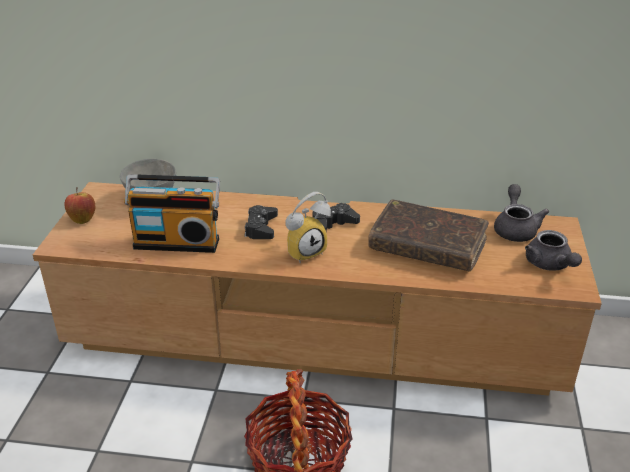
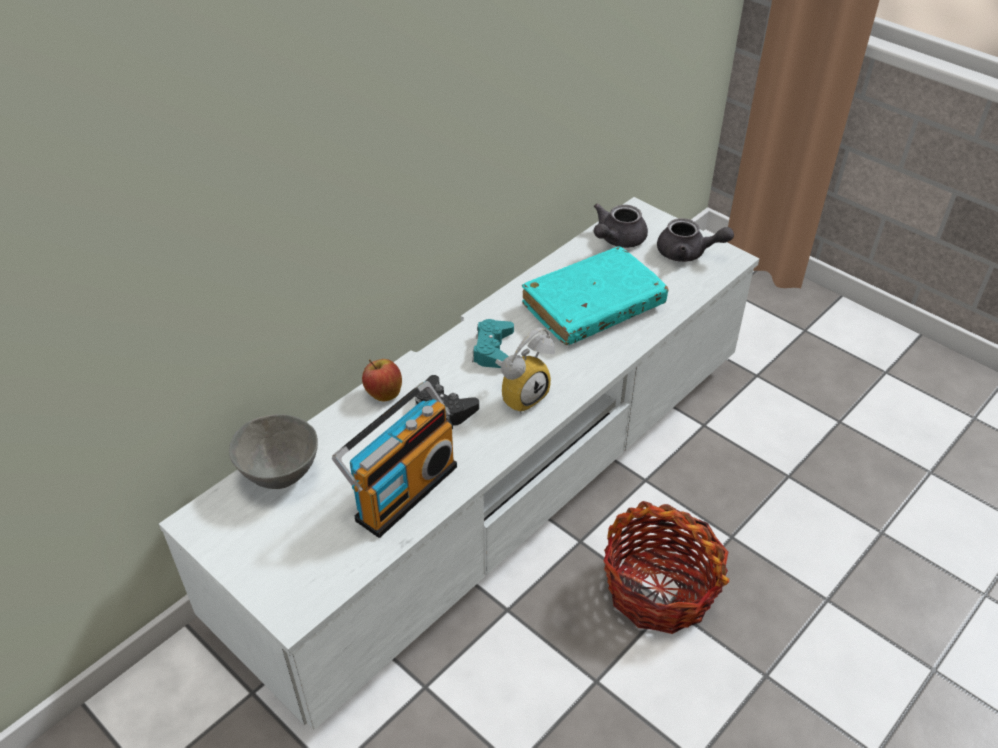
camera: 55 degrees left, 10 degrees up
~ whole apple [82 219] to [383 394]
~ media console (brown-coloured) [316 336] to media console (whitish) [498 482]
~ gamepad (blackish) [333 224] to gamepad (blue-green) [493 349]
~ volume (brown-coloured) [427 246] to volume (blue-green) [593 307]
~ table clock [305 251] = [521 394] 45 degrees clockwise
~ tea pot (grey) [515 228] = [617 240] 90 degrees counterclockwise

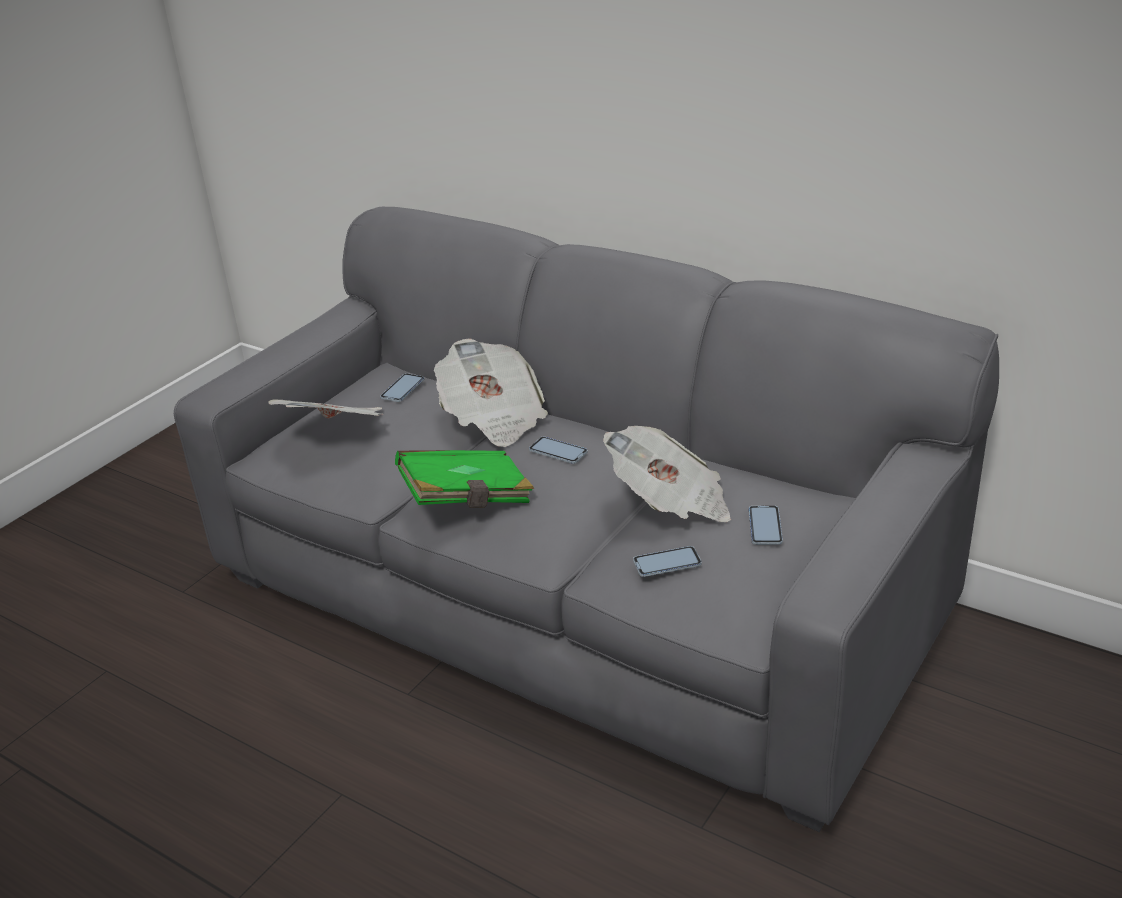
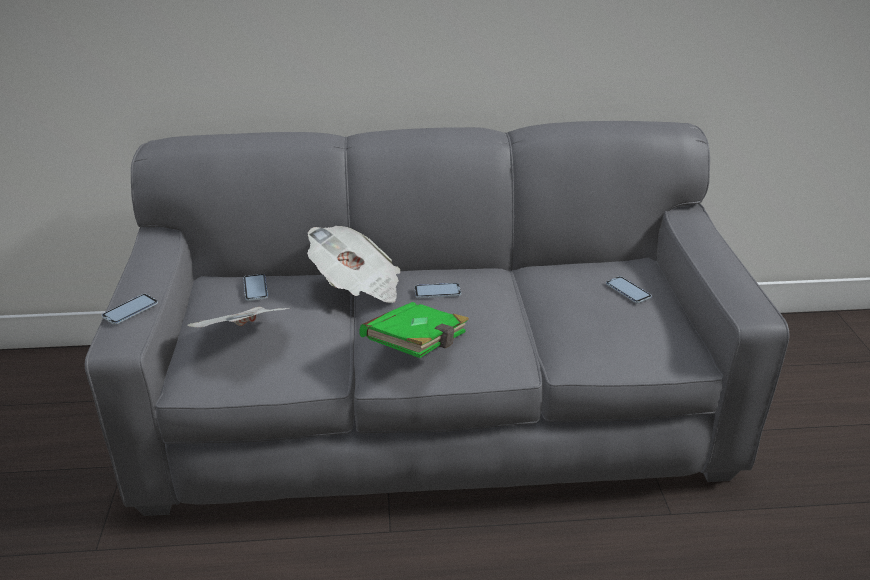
camera: 40 degrees left, 0 degrees up
- newspaper [670 503]
~ phone [667 563] to [130 310]

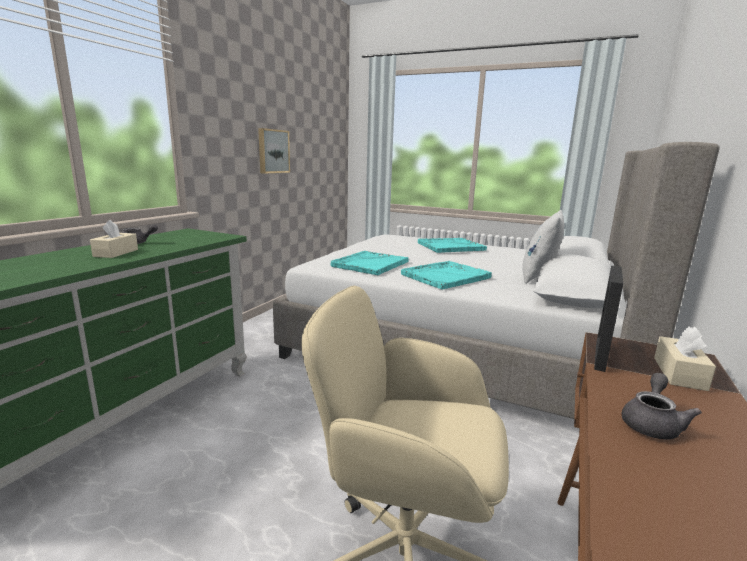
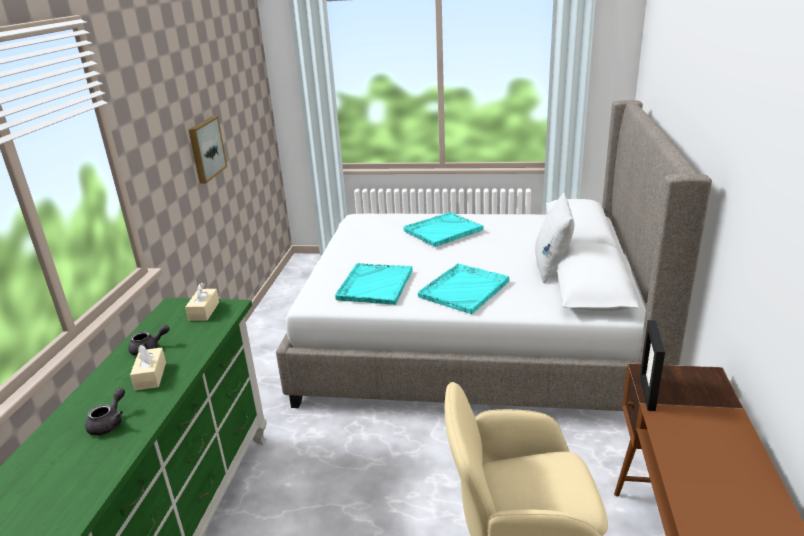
camera: 15 degrees left, 10 degrees up
~ tea pot (grey) [652 423] to [109 423]
~ tissue holder (beige-coloured) [679 373] to [204 311]

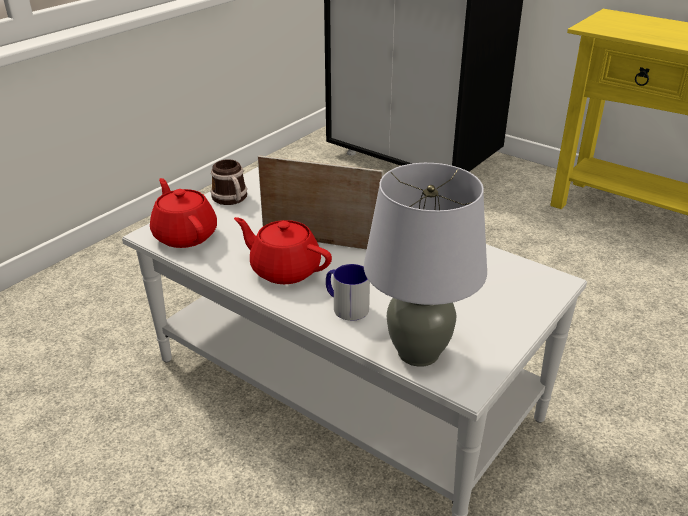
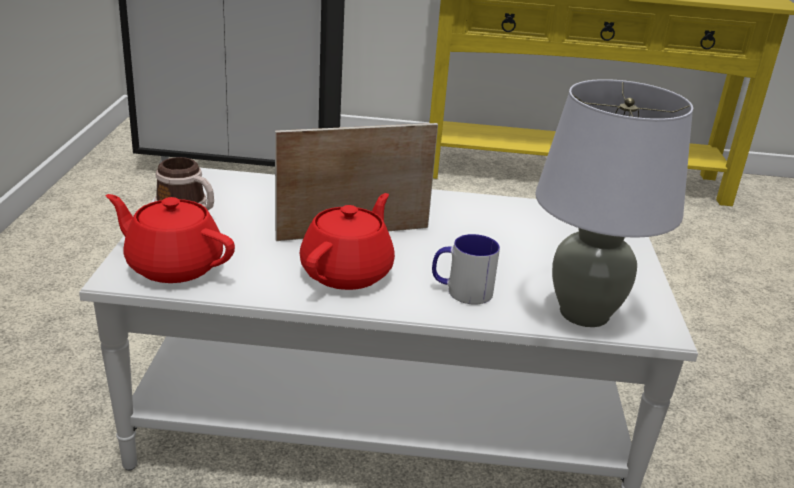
camera: 35 degrees left, 5 degrees down
~ tea pot (reddish) [284 269] = [348 272] 120 degrees clockwise

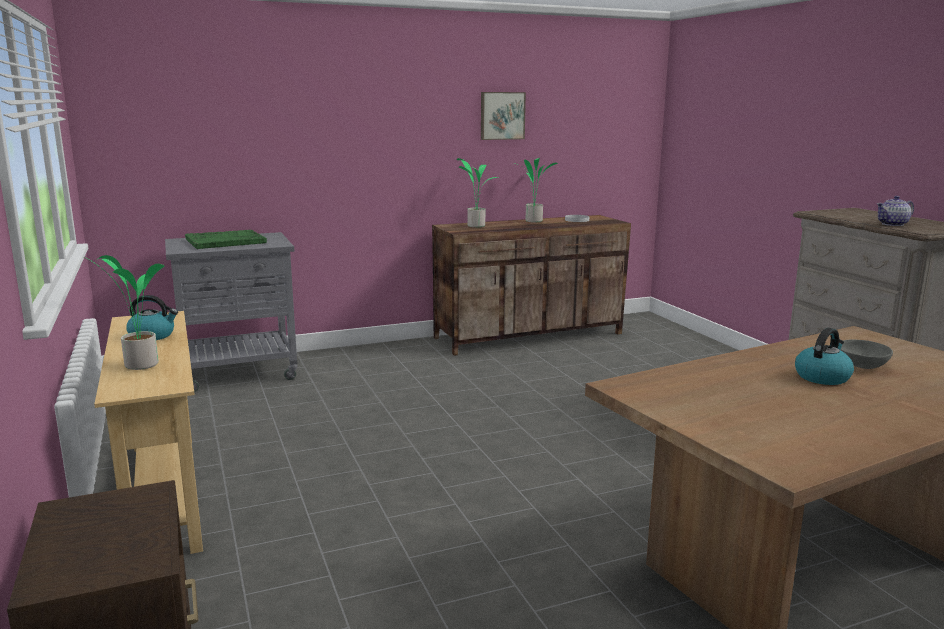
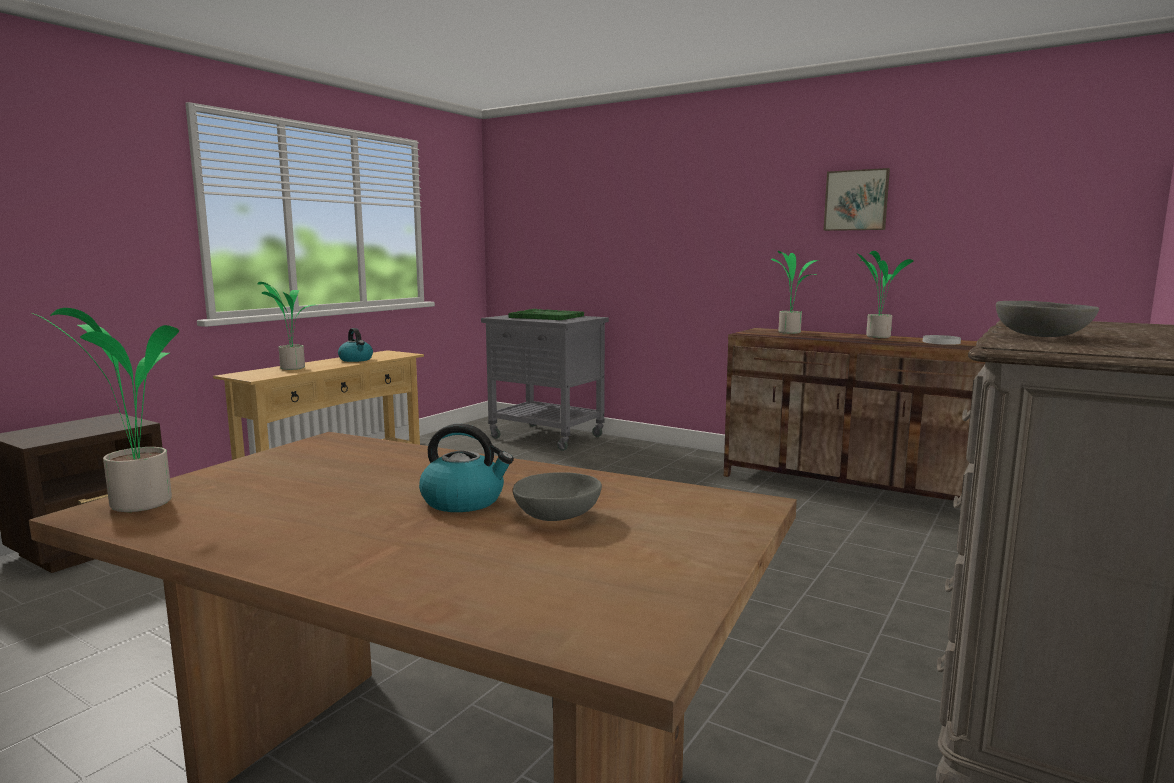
camera: 55 degrees right, 5 degrees down
+ potted plant [136 504]
~ tea pot [893 224] to serving bowl (grey) [1043 336]

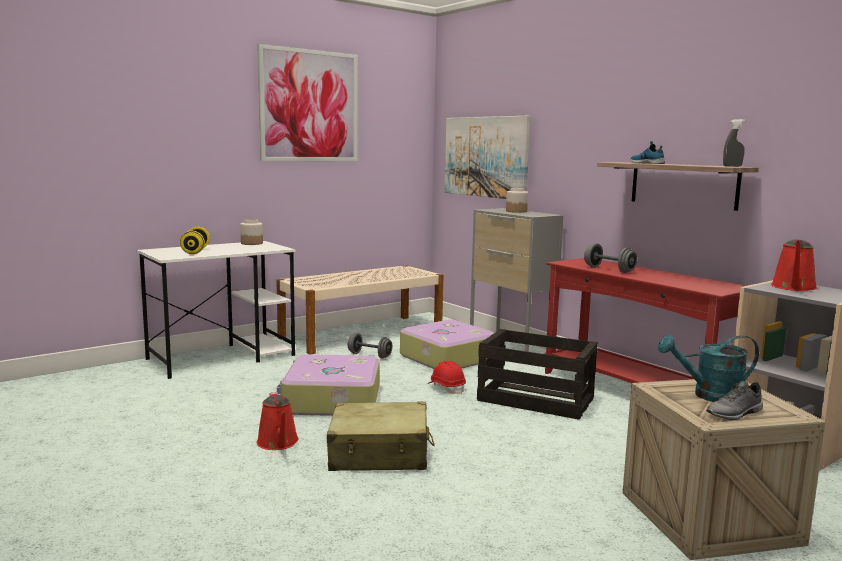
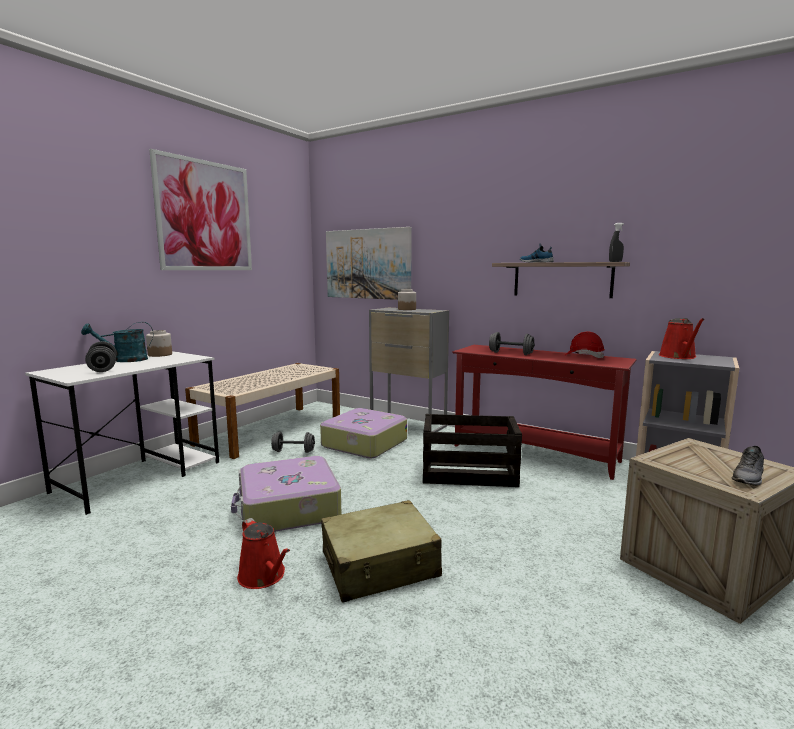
camera: 20 degrees left, 0 degrees up
~ hard hat (reddish) [446 388] to [584 356]
~ sprinkling can (blue-green) [709 396] to [125 360]
~ hand weight (yellow) [195 251] to hand weight (grey) [103 368]

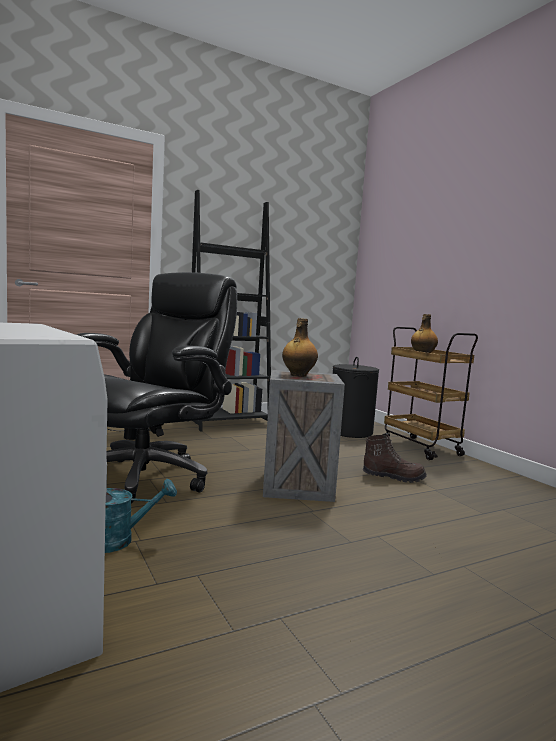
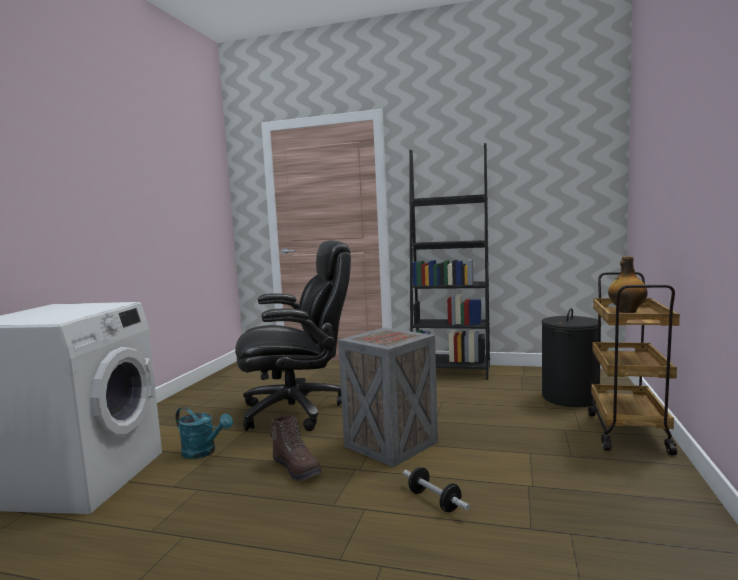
camera: 45 degrees right, 0 degrees up
- drink bottle [298 375]
+ hand weight [434 501]
~ high-top boot (brown-coloured) [393 477] to [297 469]

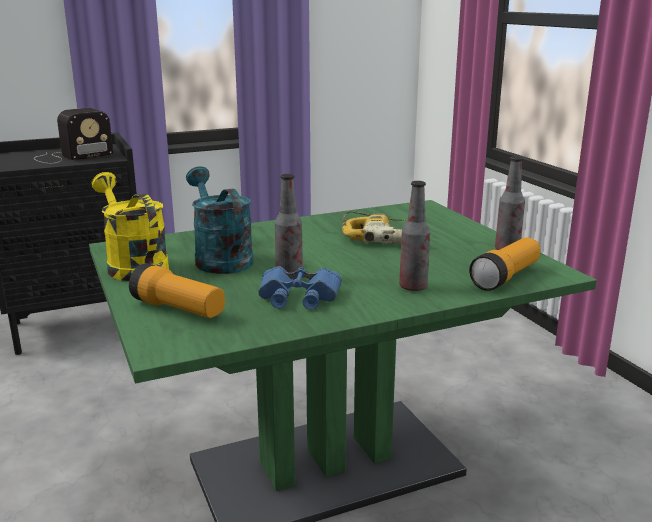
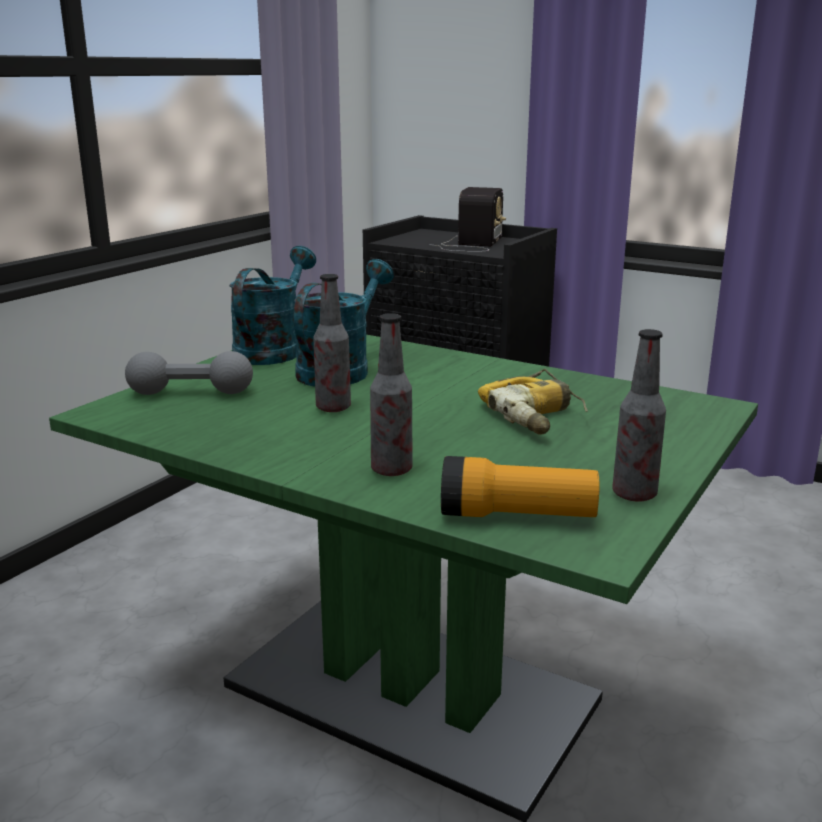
camera: 55 degrees right, 0 degrees up
- field glasses (blue-coloured) [299 296]
~ hand torch [178 309] to hand weight (grey) [191 393]
~ sprinkling can (yellow) [133 265] to sprinkling can (blue-green) [273 350]
~ radio [70 156] = [471 244] 90 degrees counterclockwise

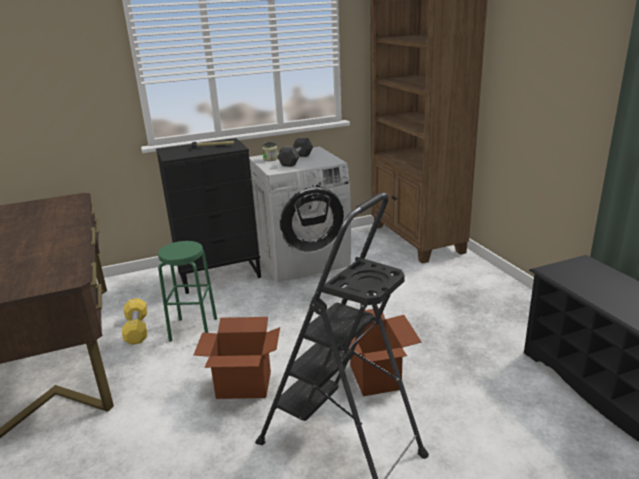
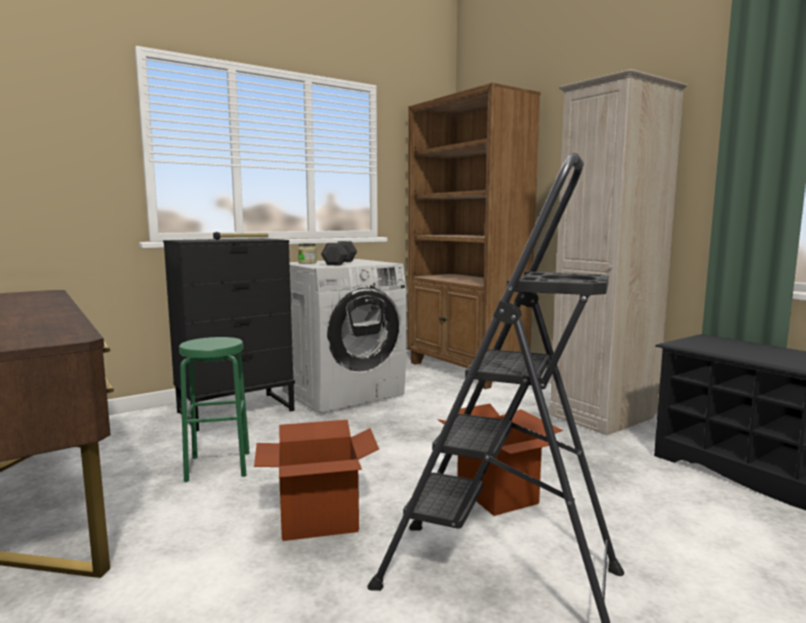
camera: 15 degrees left, 15 degrees down
- hand weight (yellow) [137 329]
+ cupboard (beige-coloured) [602 416]

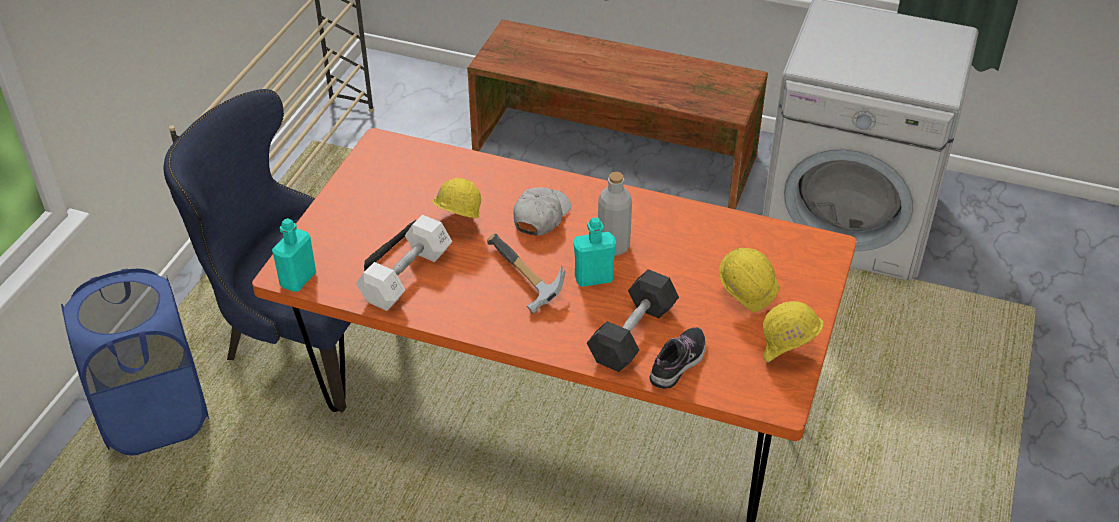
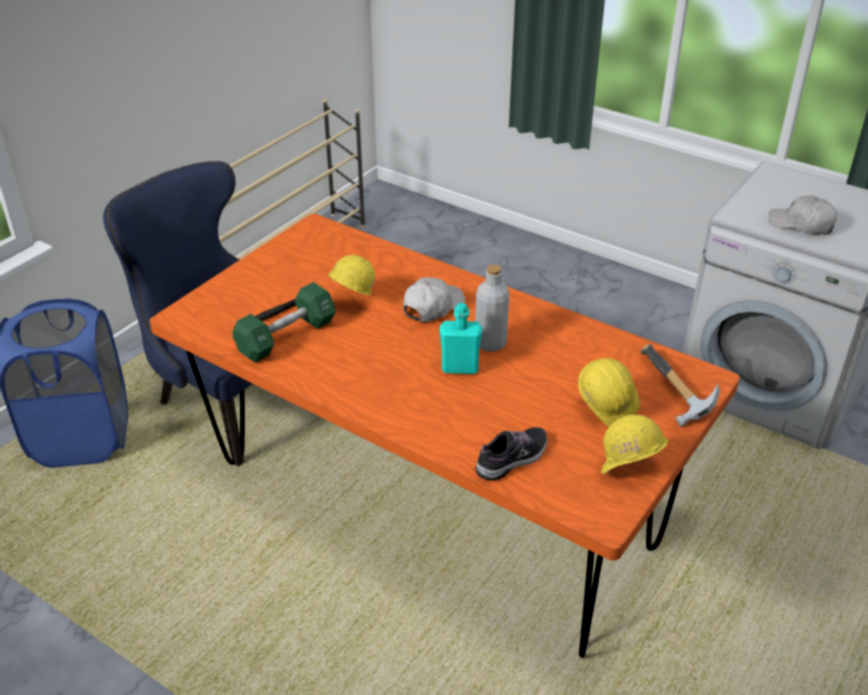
camera: 15 degrees right, 5 degrees down
- drink bottle (blue-green) [298 279]
- bench (brown-coloured) [616 151]
- hand weight (blackish) [632 334]
+ baseball cap (whitish) [801 224]
~ tool hammer [520 280] to [670 392]
~ hand weight (whitish) [406 276] to hand weight (green-coloured) [286 337]

